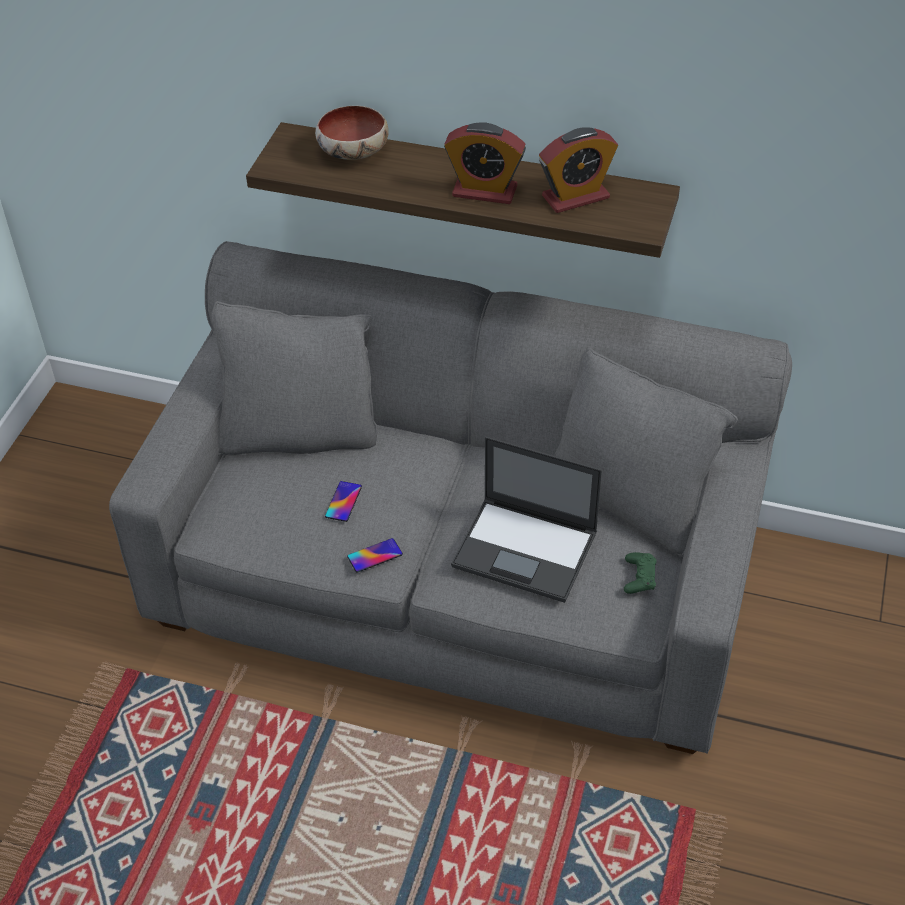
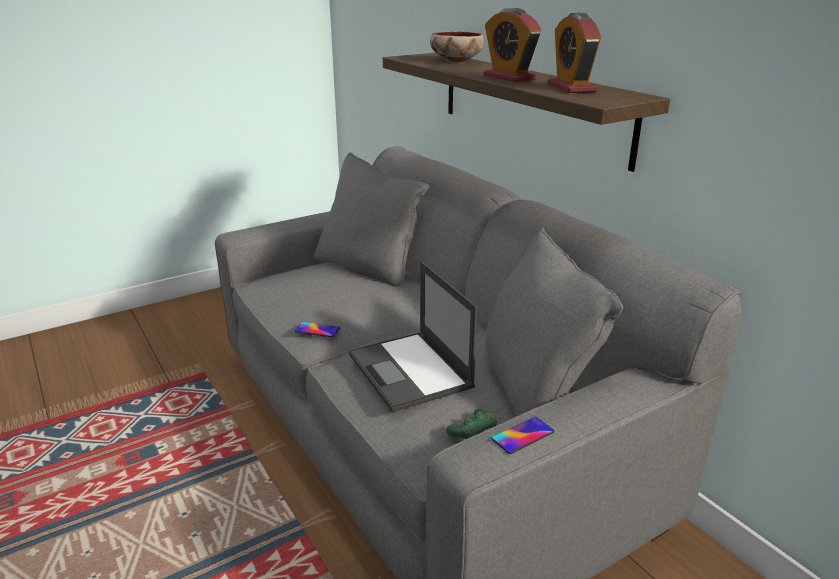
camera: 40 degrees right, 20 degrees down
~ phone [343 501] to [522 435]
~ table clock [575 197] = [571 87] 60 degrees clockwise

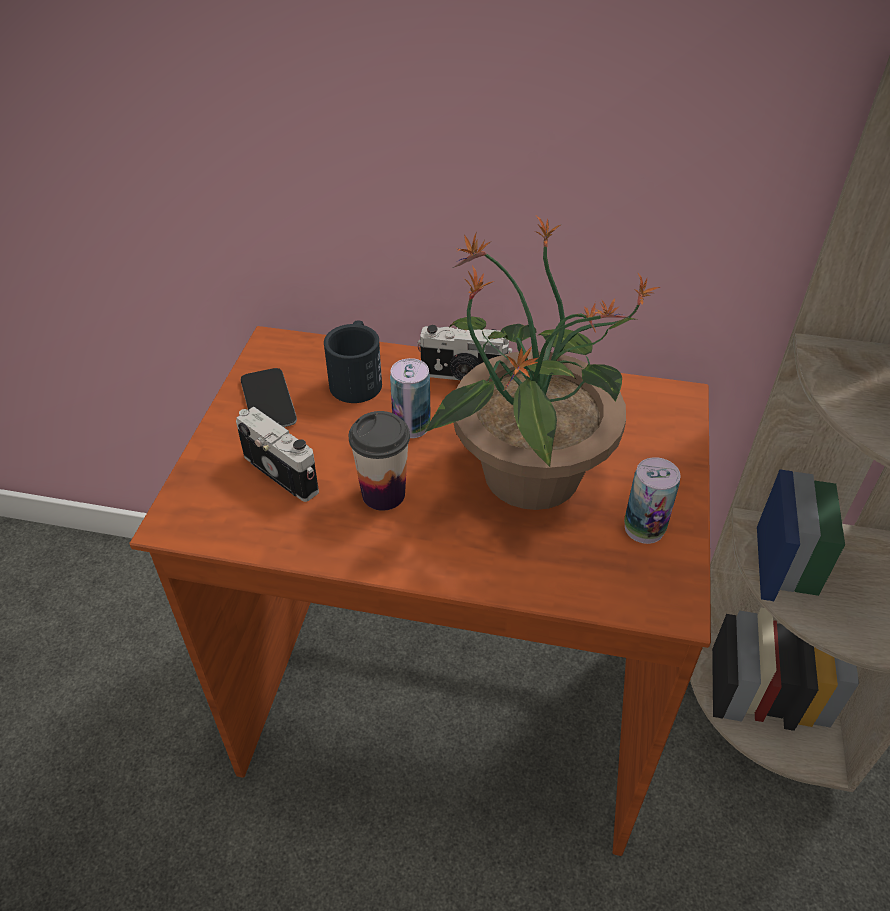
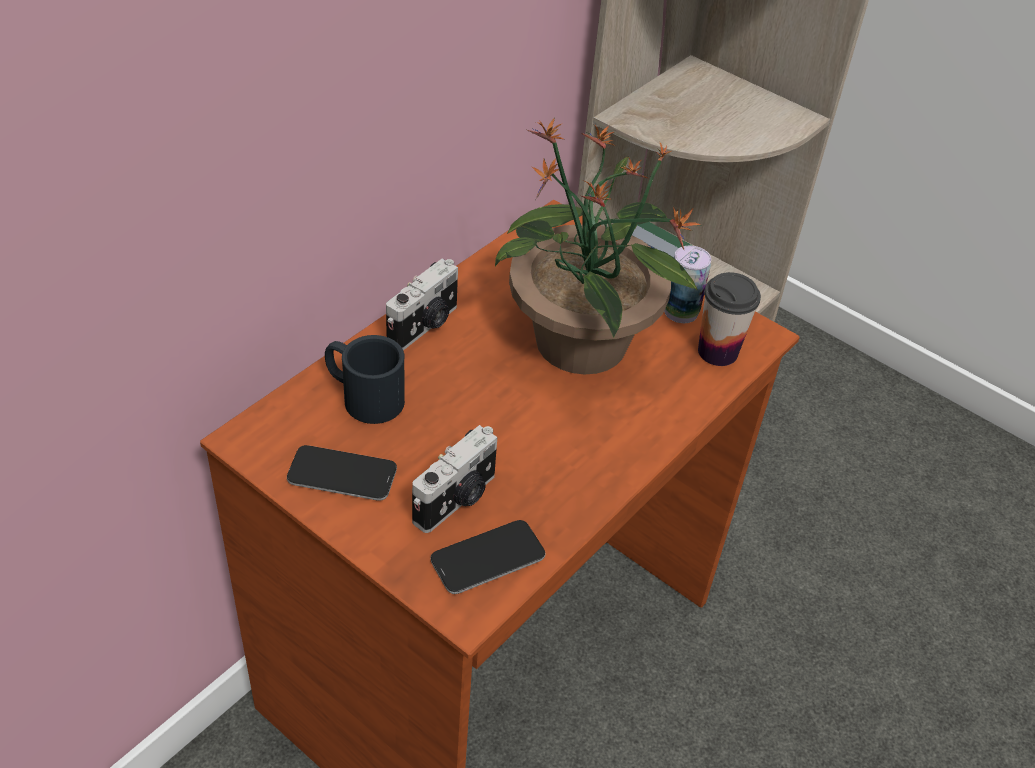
camera: 65 degrees left, 0 degrees up
- metal can [411 426]
+ phone [487 558]
~ drinking cup [383 494] to [717 352]
~ still camera [283 471] = [457 500] 150 degrees clockwise

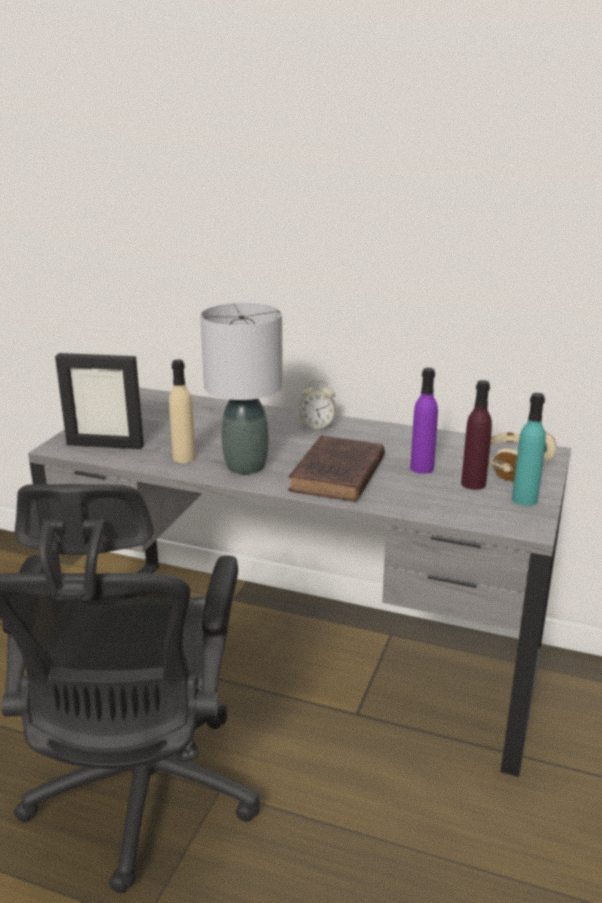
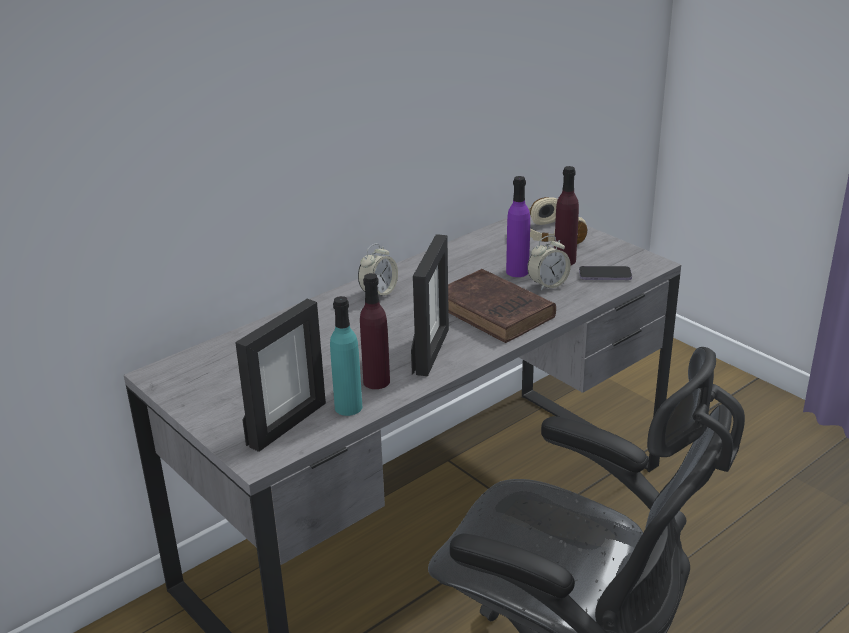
camera: 60 degrees left, 5 degrees up
+ table clock [548 284]
+ phone [605 275]
~ drink bottle (blue-green) [524 499] to [348 407]
~ tabletop lamp (grey) [246 466] to standing frame [430 351]
~ drink bottle (beige-coloured) [184 458] to drink bottle (purplish) [376 381]

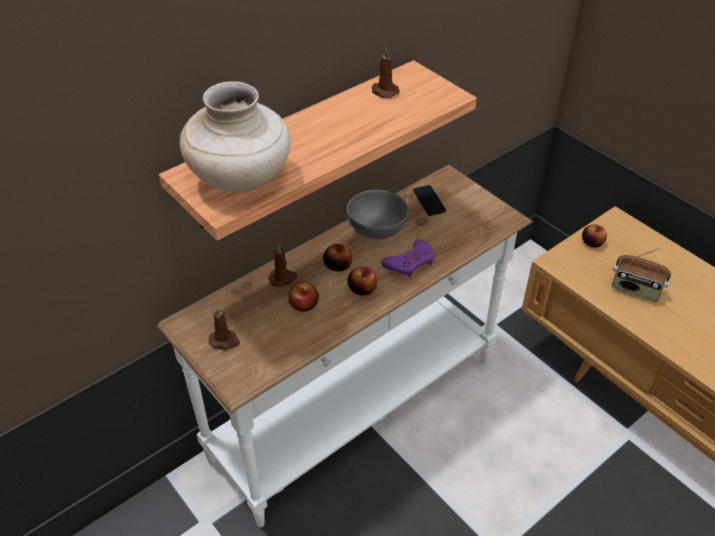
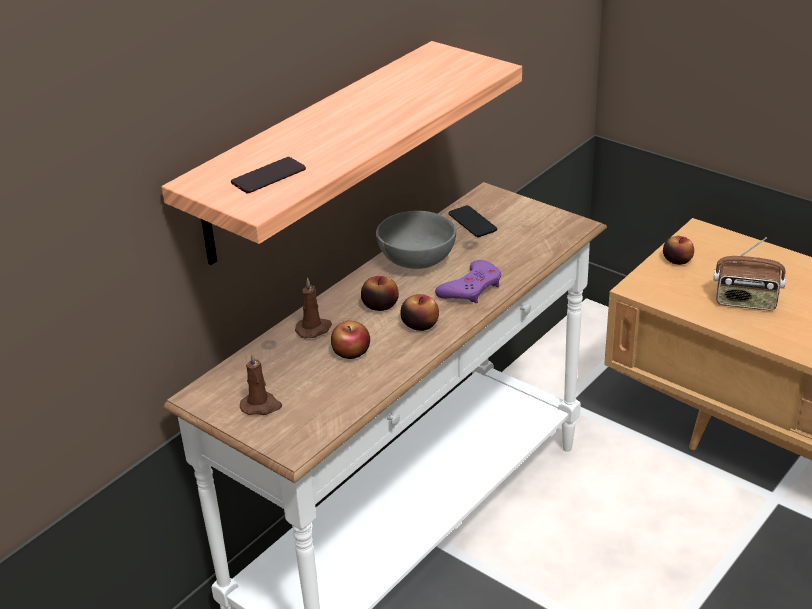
camera: 10 degrees left, 10 degrees down
- wax light (brown-coloured) [384 91]
~ decorative vase (beige-coloured) [241 179] to phone [268 176]

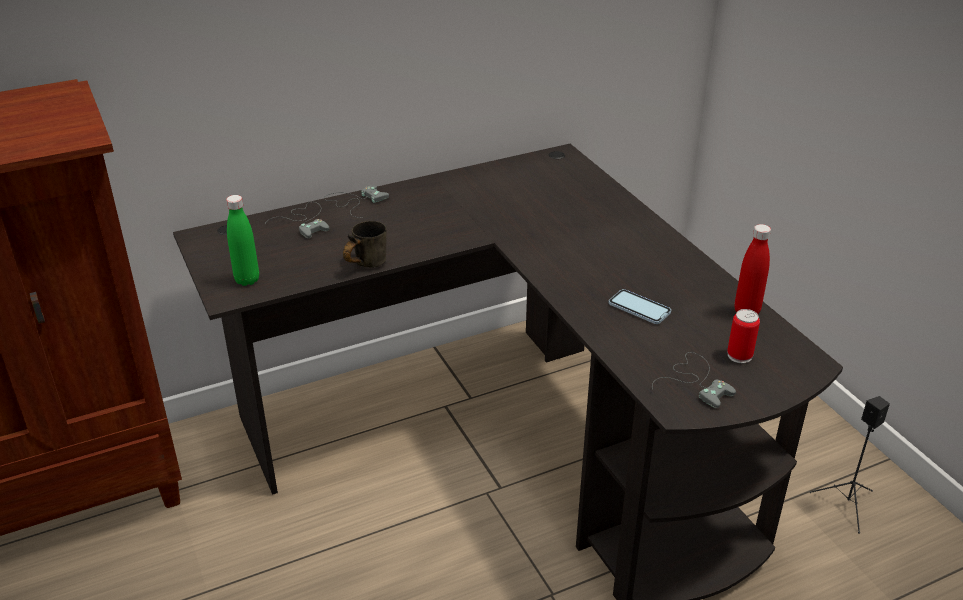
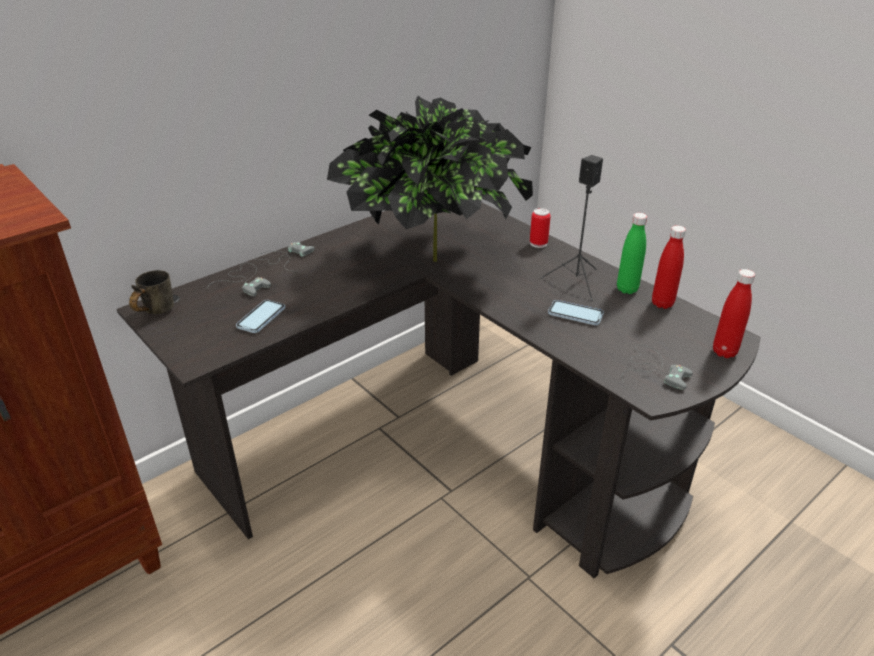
camera: 15 degrees left, 0 degrees up
+ phone [261 318]
+ potted plant [430 260]
+ drink bottle (reddish) [724 352]
~ drink bottle (green-coloured) [247 280] to [627 289]
~ tea mug (grey) [363 264] to [153 311]
~ metal can [739 355] to [538 243]
~ loudspeaker (blackish) [847 505] to [576 282]

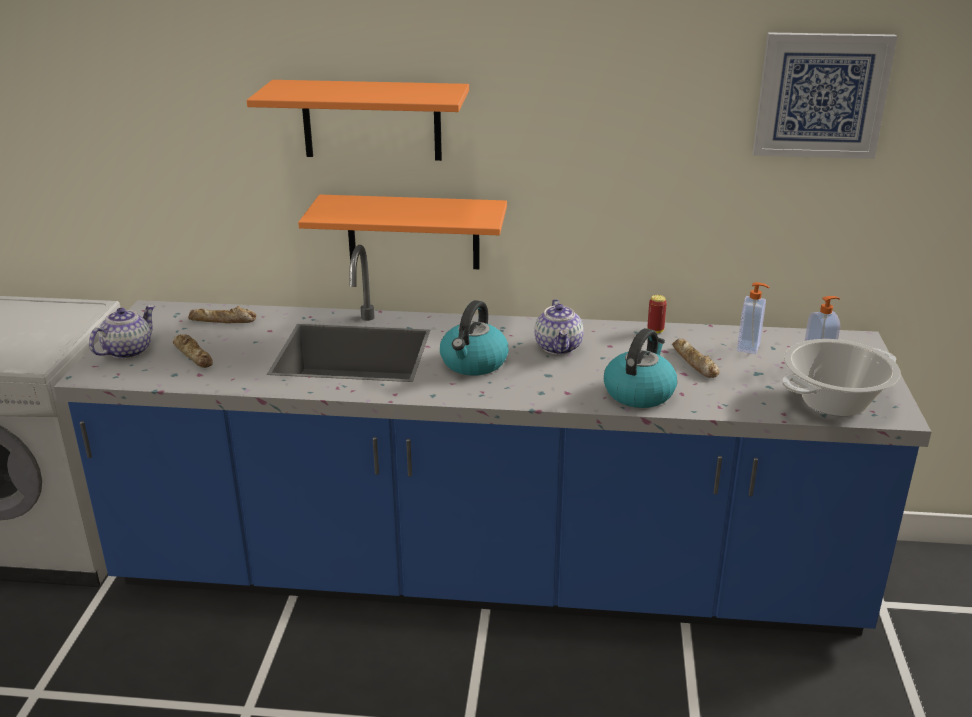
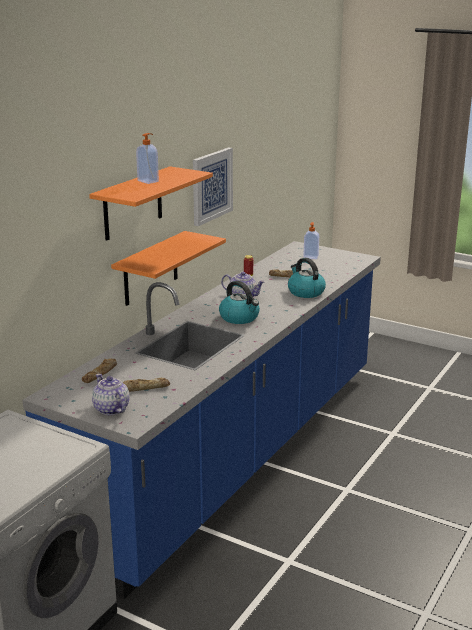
camera: 65 degrees left, 5 degrees down
- cooking pot [834 402]
~ soap dispenser [749 347] to [148 181]
~ wall picture [821 95] to [211 185]

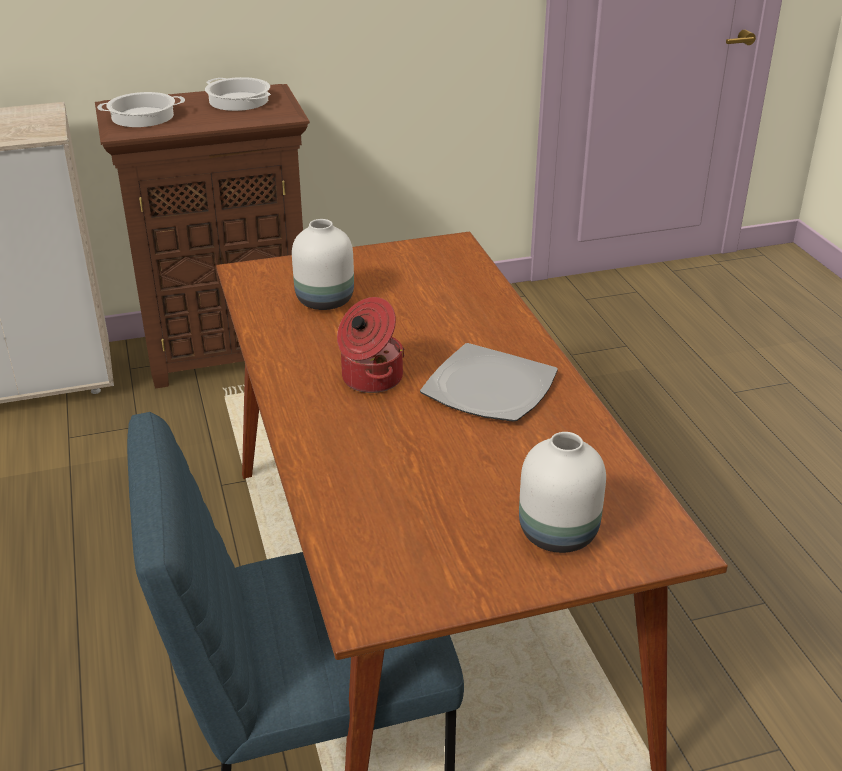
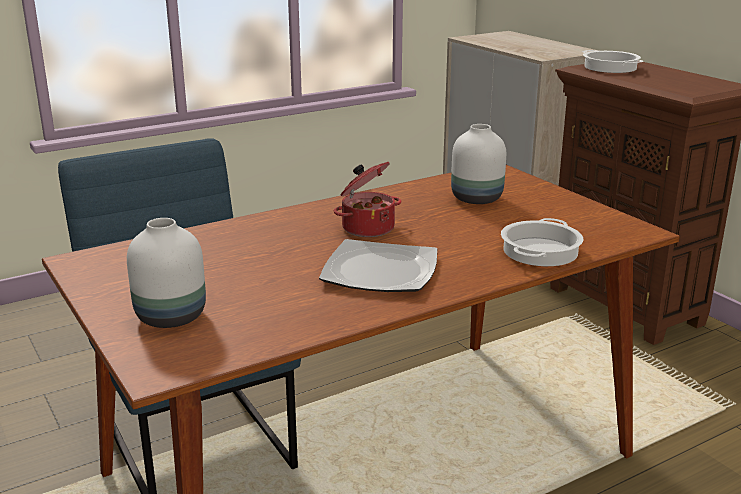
camera: 75 degrees right, 10 degrees down
~ cooking pot [238 101] to [539 251]

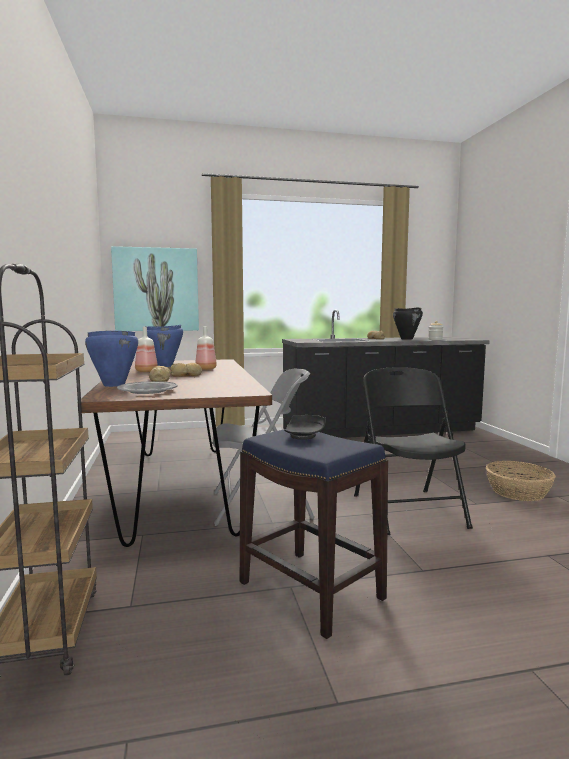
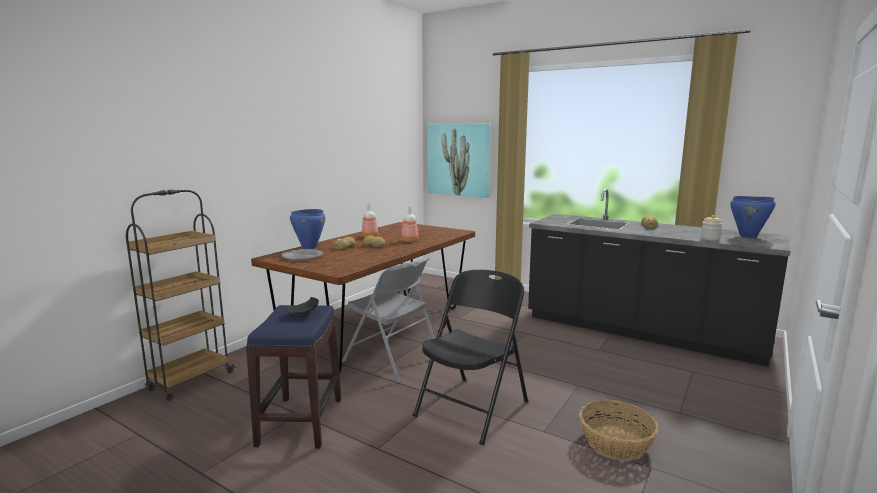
camera: 45 degrees right, 5 degrees up
- cooking pot (blackish) [407 339]
~ cooking pot (blue-coloured) [165 366] to [748 236]

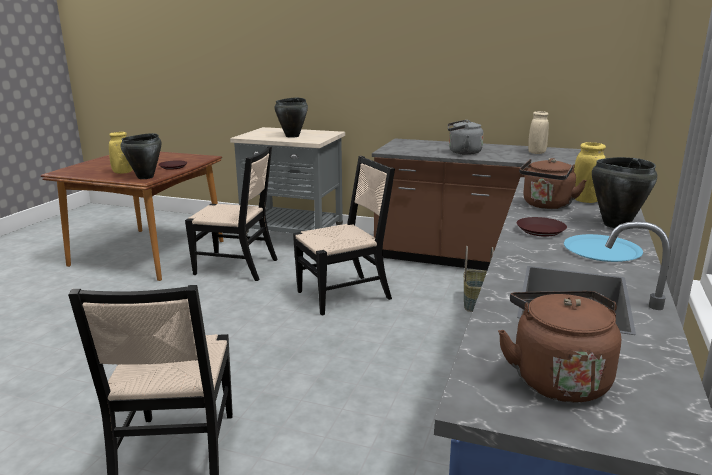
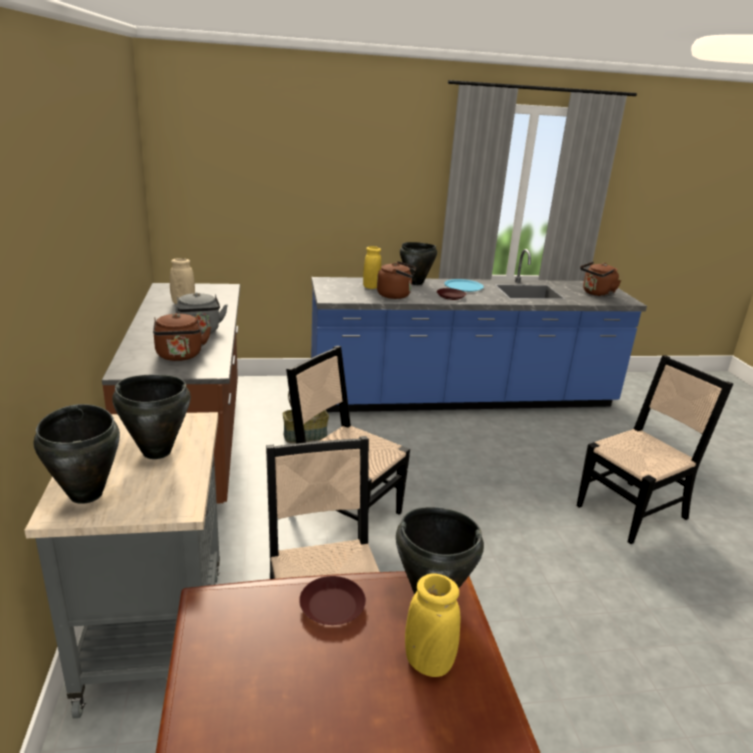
camera: 120 degrees left, 5 degrees up
+ cooking pot (blackish) [87 494]
+ kettle (brown-coloured) [180 356]

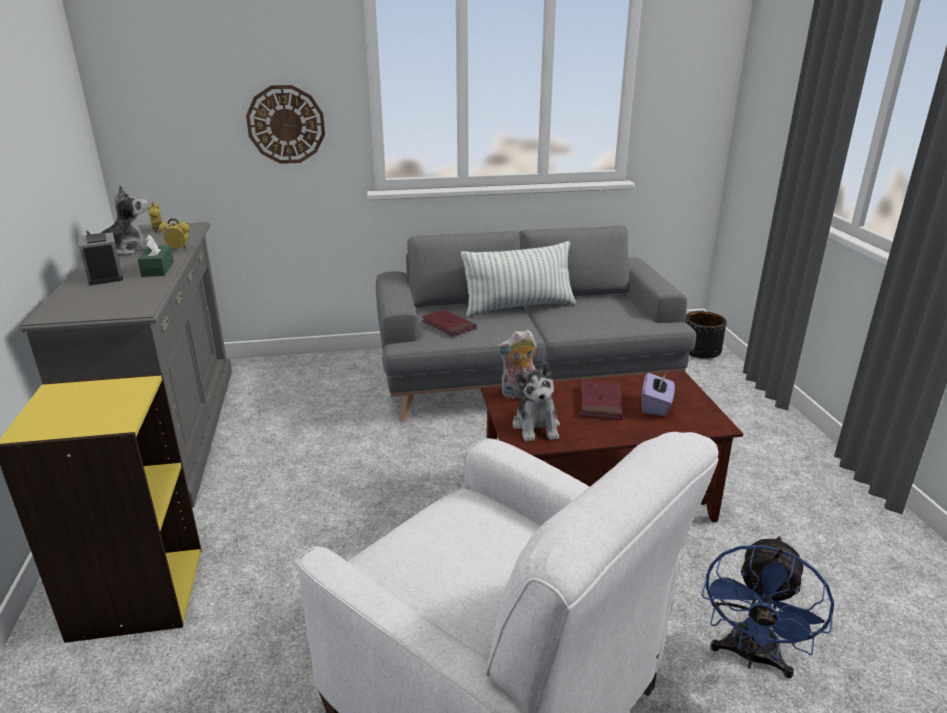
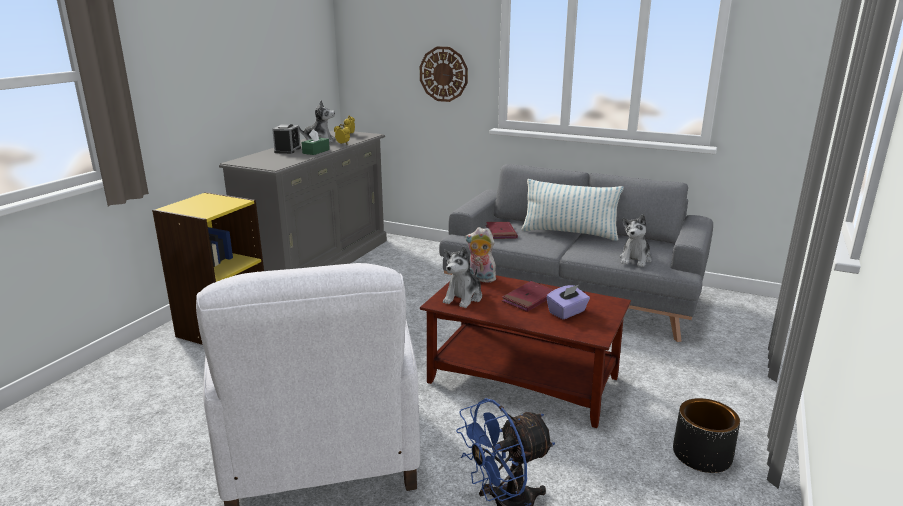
camera: 35 degrees right, 5 degrees down
+ plush toy [635 259]
~ plant pot (blackish) [700 351] to [702 455]

